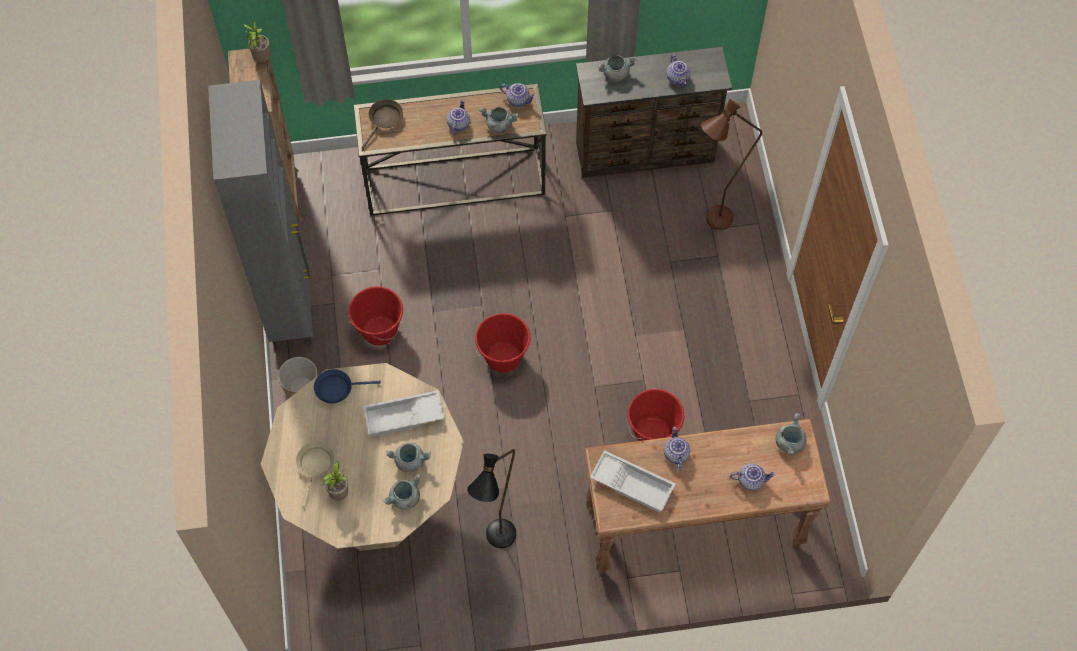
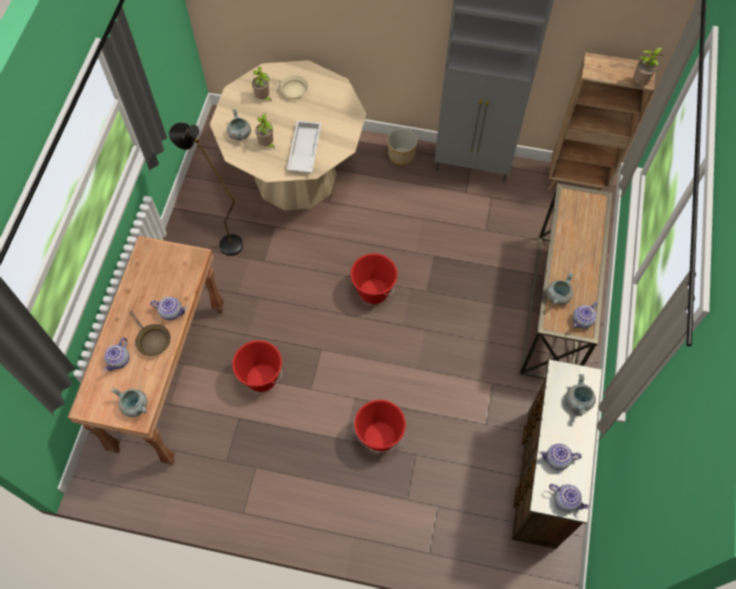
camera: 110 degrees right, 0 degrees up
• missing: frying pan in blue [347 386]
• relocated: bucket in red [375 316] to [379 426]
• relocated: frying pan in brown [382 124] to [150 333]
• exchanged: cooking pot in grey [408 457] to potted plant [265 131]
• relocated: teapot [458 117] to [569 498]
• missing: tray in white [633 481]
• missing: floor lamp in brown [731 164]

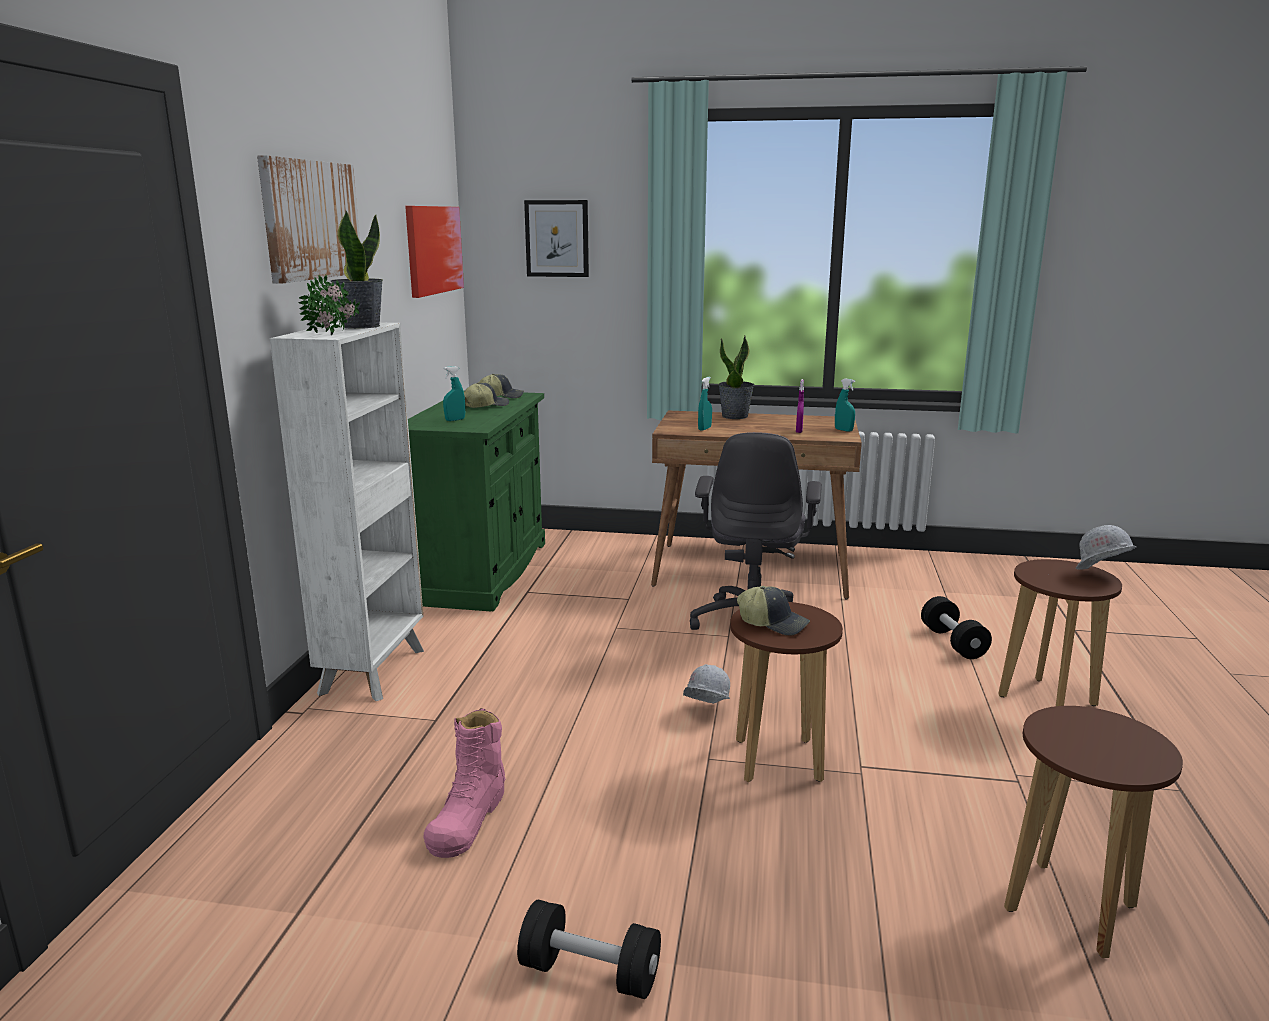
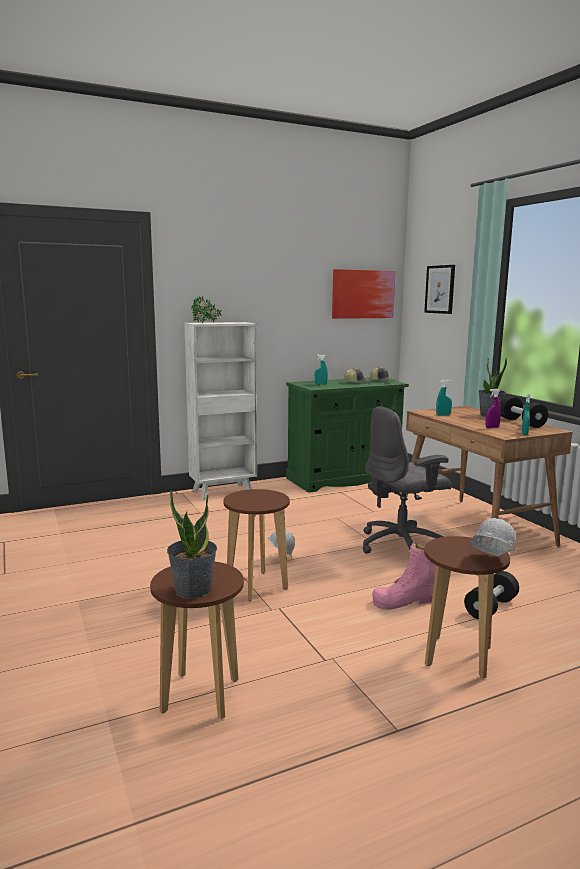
camera: 55 degrees right, 5 degrees down
• missing: picture [308 219]
• relocated: potted plant [357 270] to [192 545]
• relocated: boot in pink [464 783] to [404 576]
• relocated: dumbbell in black [589 949] to [524 412]
• missing: cap [773 611]

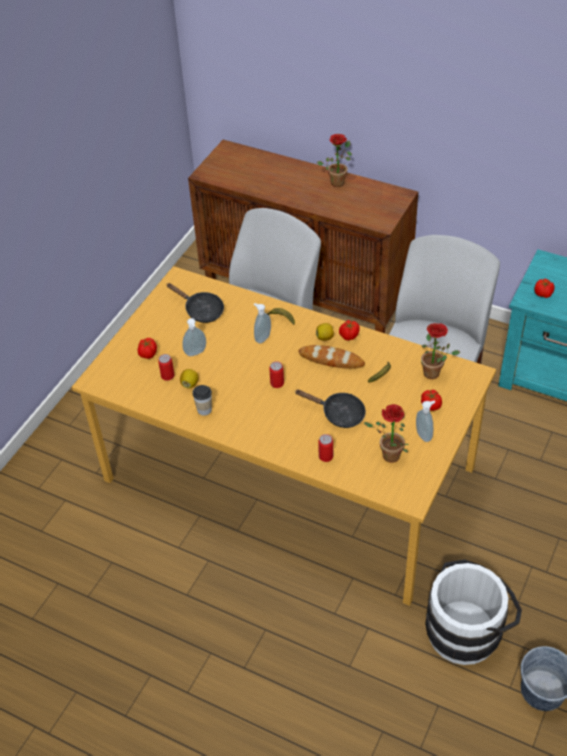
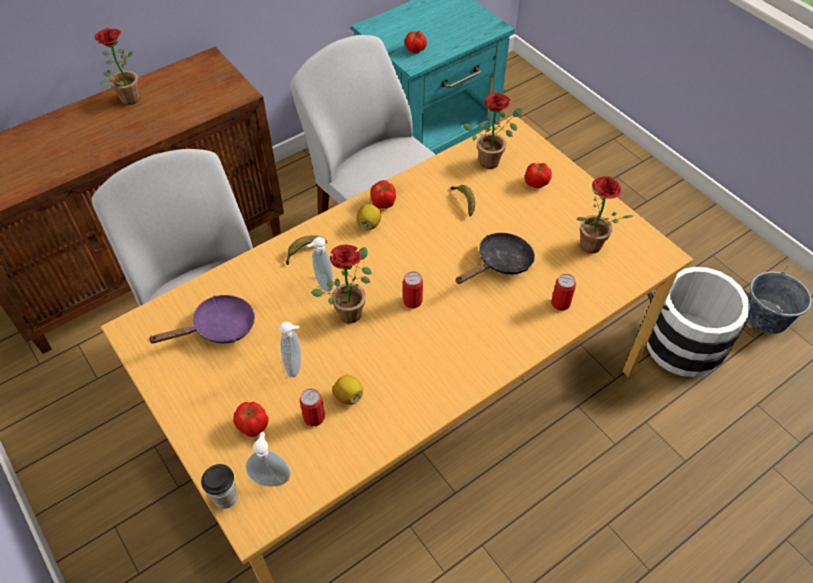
camera: 65 degrees left, 5 degrees up
• colour: frying pan in black [195 303] to frying pan in purple [201 319]
• relocated: cup [202 400] to [219 486]
• missing: bread [331 357]
• relocated: soap dispenser [425 421] to [268 459]
• appeared: potted plant [341 284]

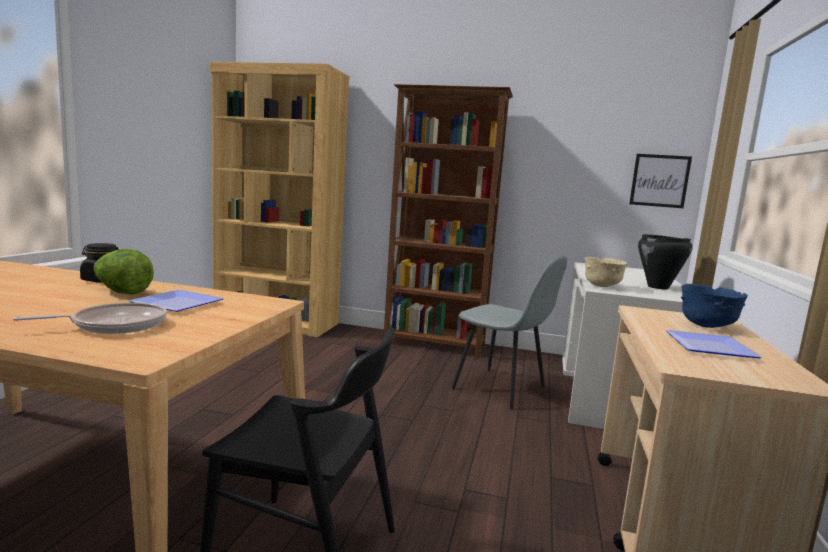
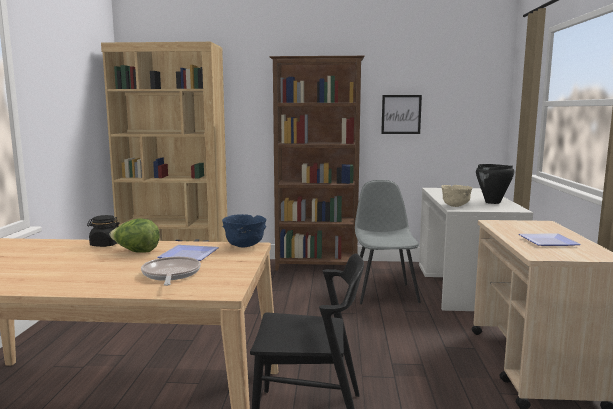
camera: 10 degrees left, 0 degrees up
• spun: frying pan [90 318] = [171 271] 60 degrees counterclockwise
• spun: chair in grey [509 332] = [388 242] 120 degrees counterclockwise
• relocated: picture [660 181] to [401 114]
• relocated: bowl in blue [714 306] to [244 230]

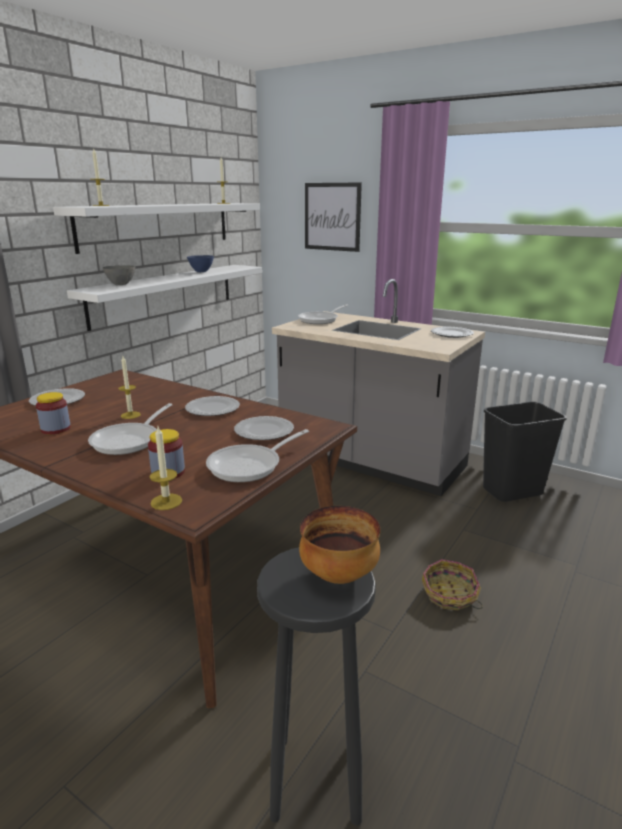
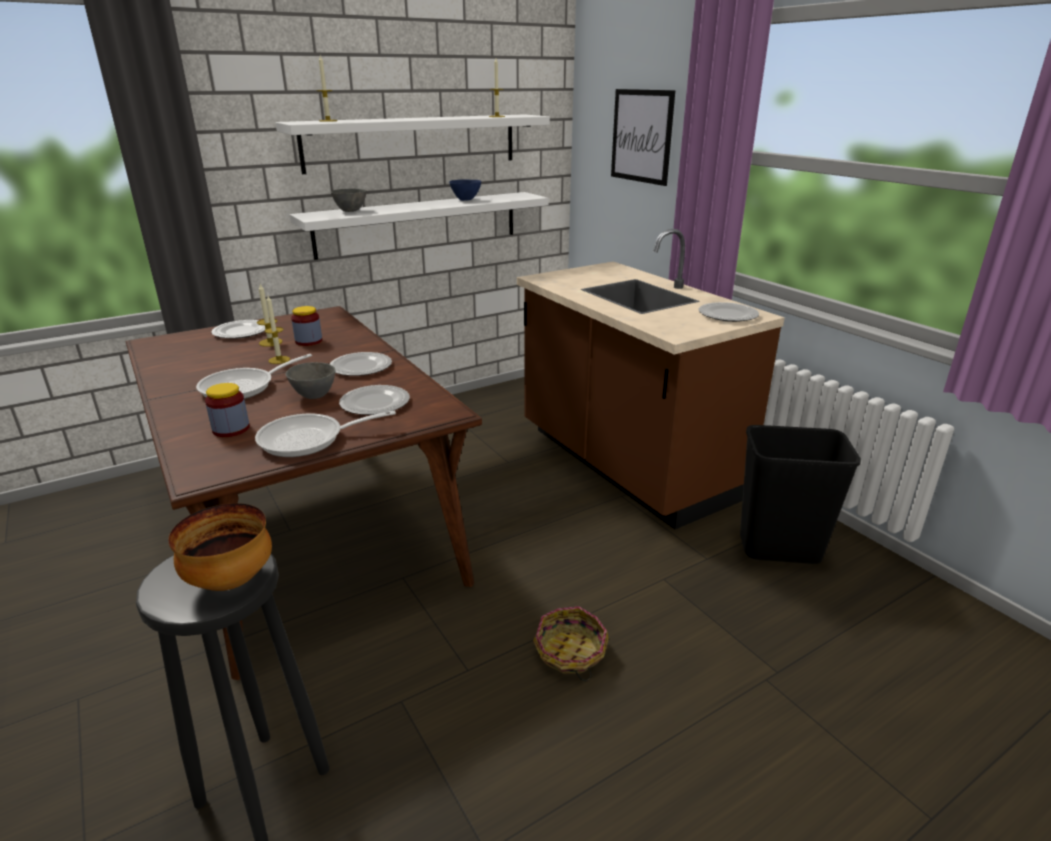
camera: 25 degrees right, 5 degrees up
• relocated: jar [53 413] to [306 326]
• relocated: candle [166 468] to [270 315]
• colour: counter in grey [378 387] to counter in brown [651 379]
• missing: frying pan [323 314]
• appeared: bowl in grey [310 380]

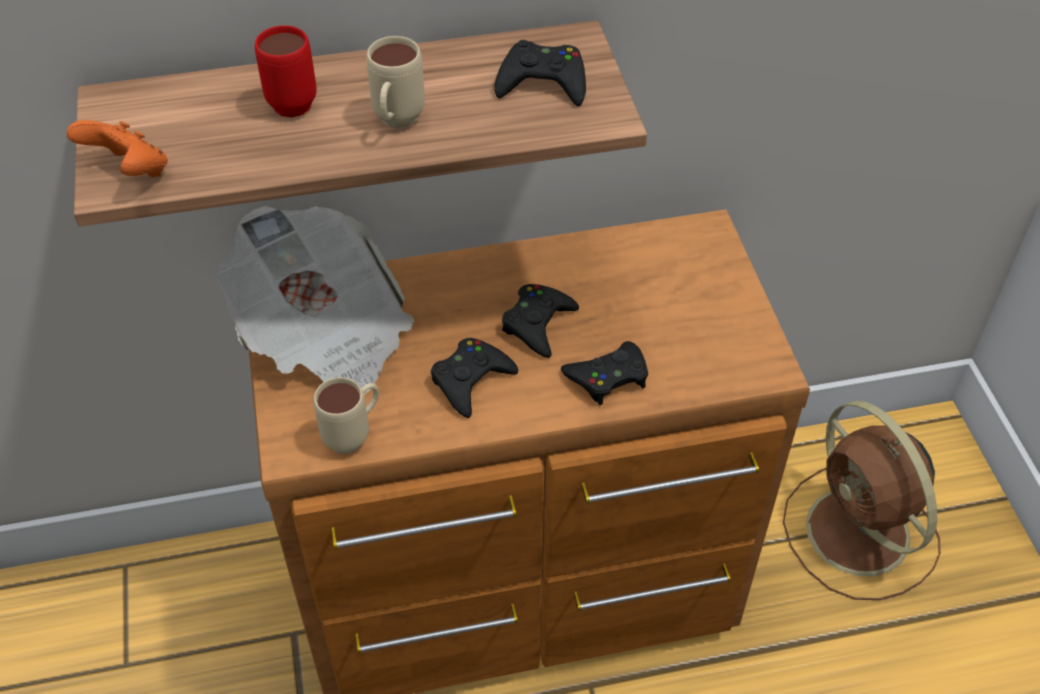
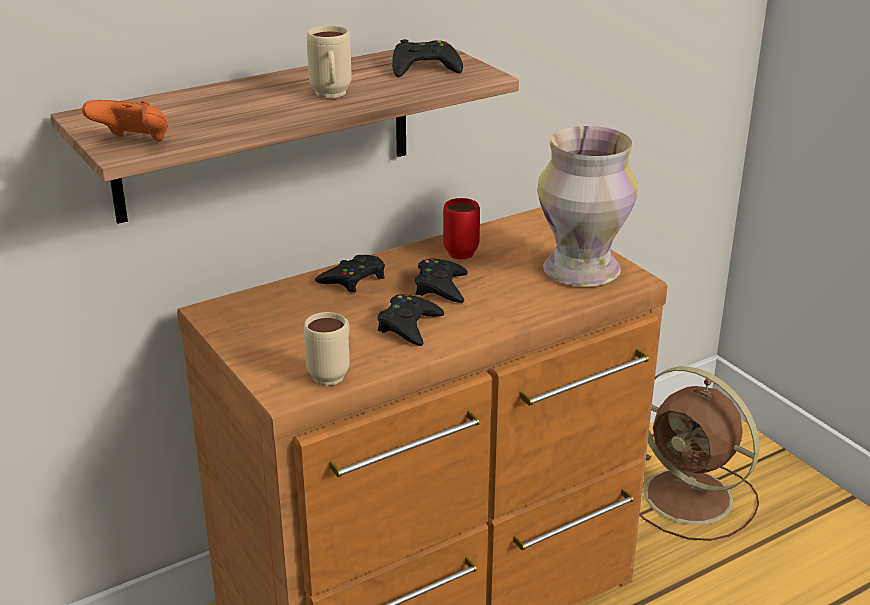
camera: 20 degrees left, 20 degrees down
• missing: newspaper [315 300]
• relocated: mug in red [286 71] to [461 229]
• relocated: game controller in black [604 373] to [350 274]
• appeared: vase [587 206]

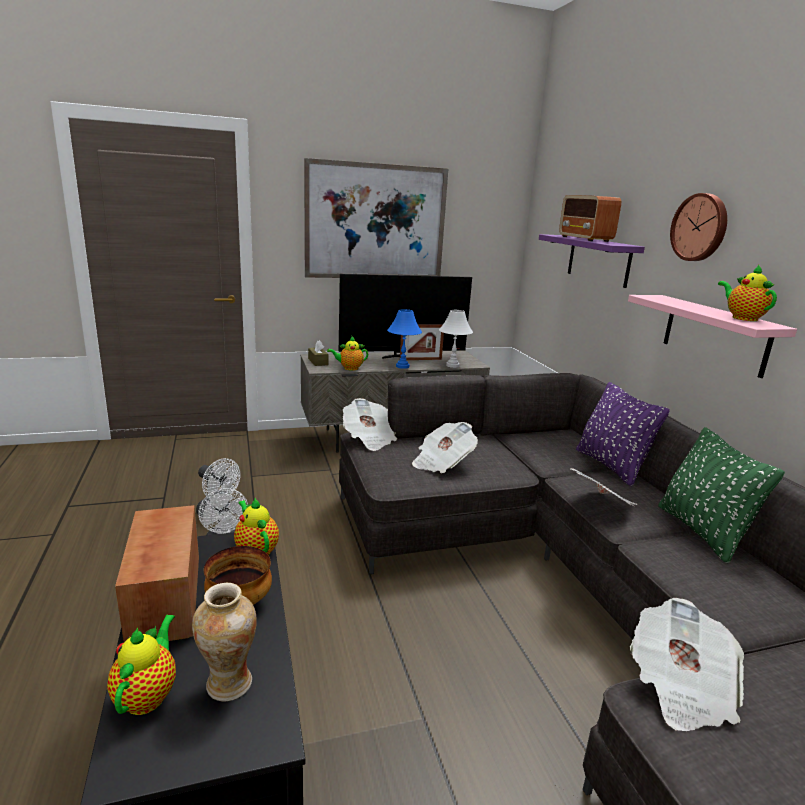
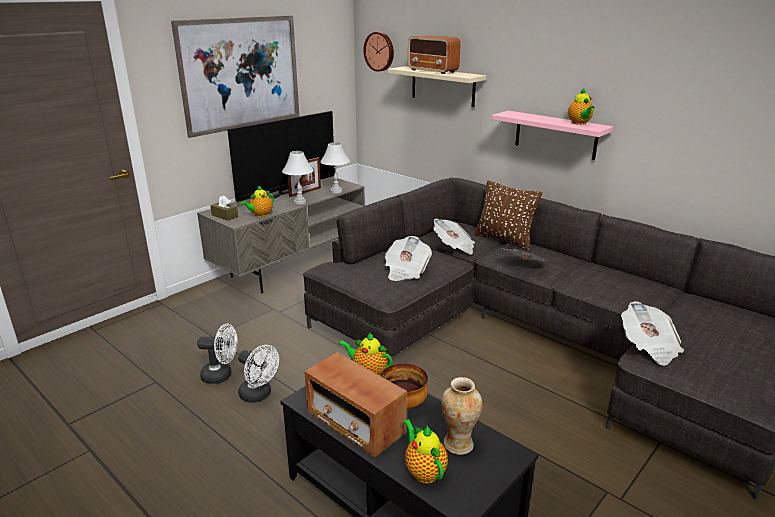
camera: 30 degrees left, 5 degrees up
• relocated: newspaper [370 424] to [454 236]
• colour: table lamp in blue [404 339] to table lamp in white [298 177]
• colour: shelf in purple [592 261] to shelf in beige [437 86]
• colour: pillow in purple [623 434] to pillow in brown [508 215]
• missing: pillow in green [721 495]
• relocated: wall clock [698 227] to [378 52]
• spun: teapot [747 293] = [581 106] 135 degrees counterclockwise

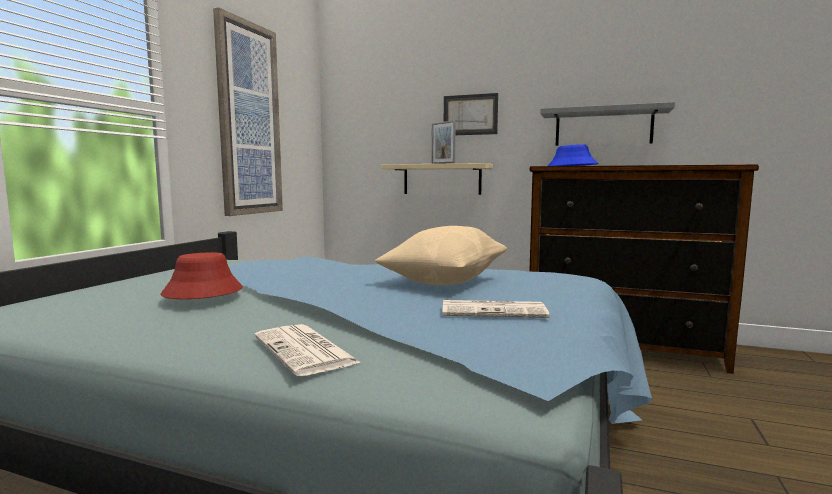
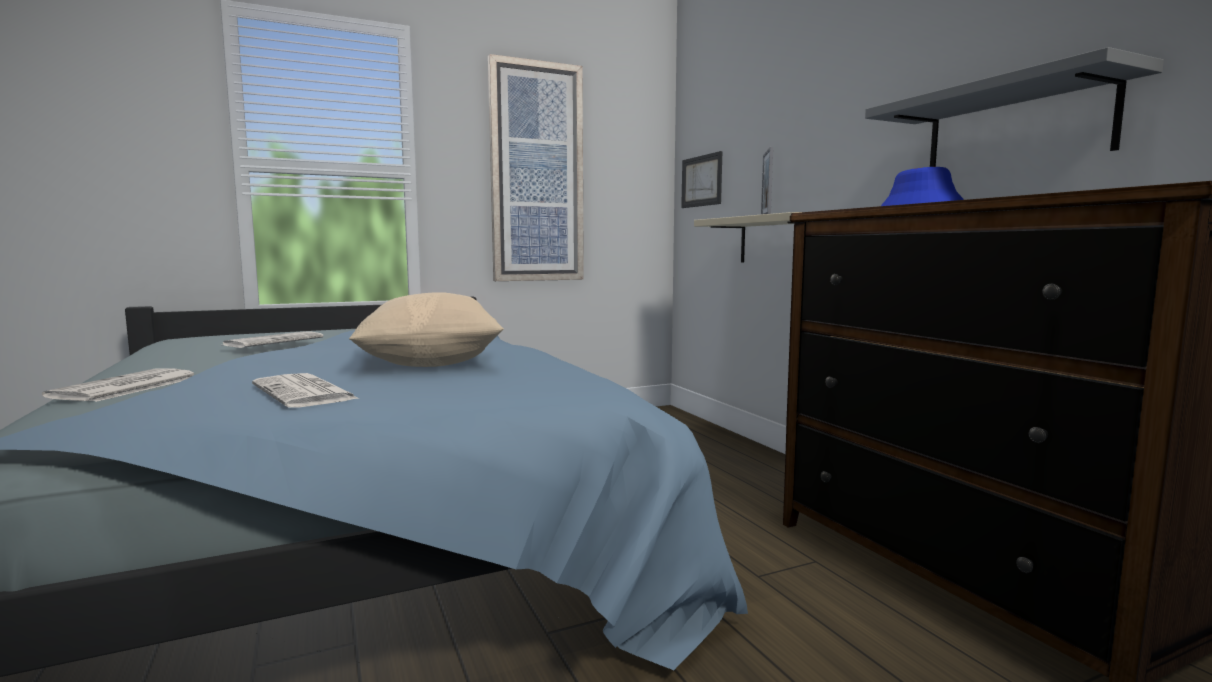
camera: 45 degrees right, 0 degrees up
• exchanged: hat in red [202 275] to newspaper [273 340]
• relocated: picture [471 114] to [701 179]

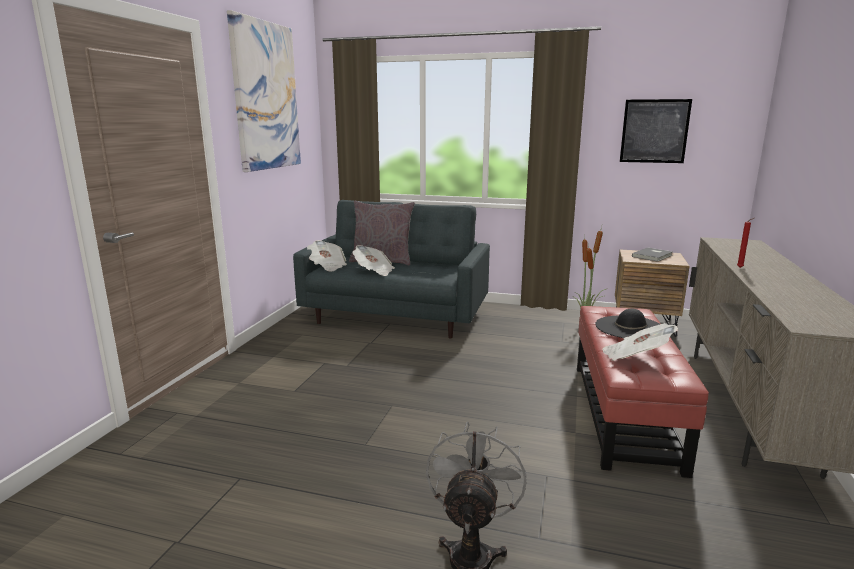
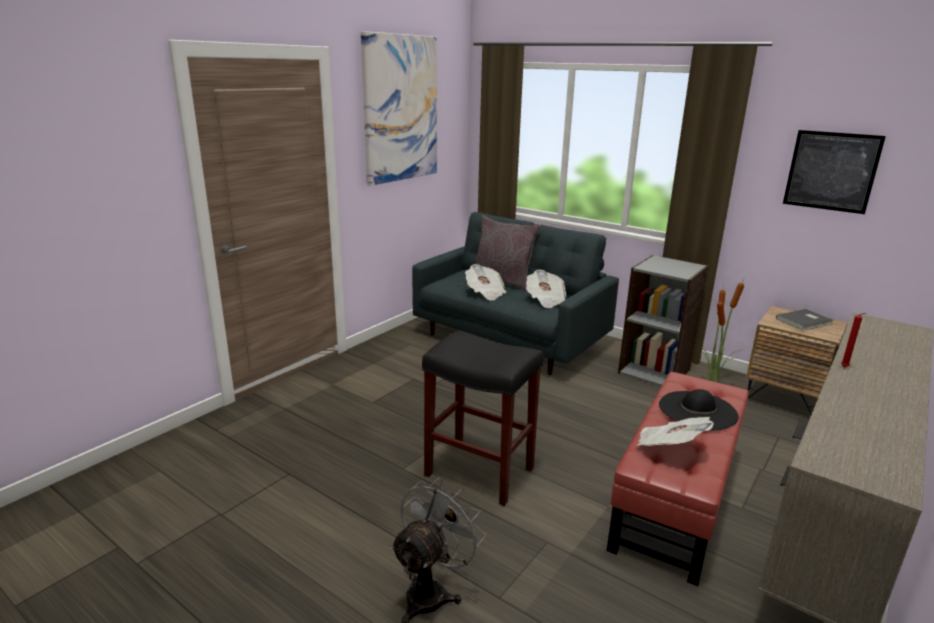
camera: 20 degrees right, 5 degrees up
• relocated: newspaper [327 256] to [546 289]
• appeared: stool in black [483 418]
• appeared: bookcase in grey [663 320]

